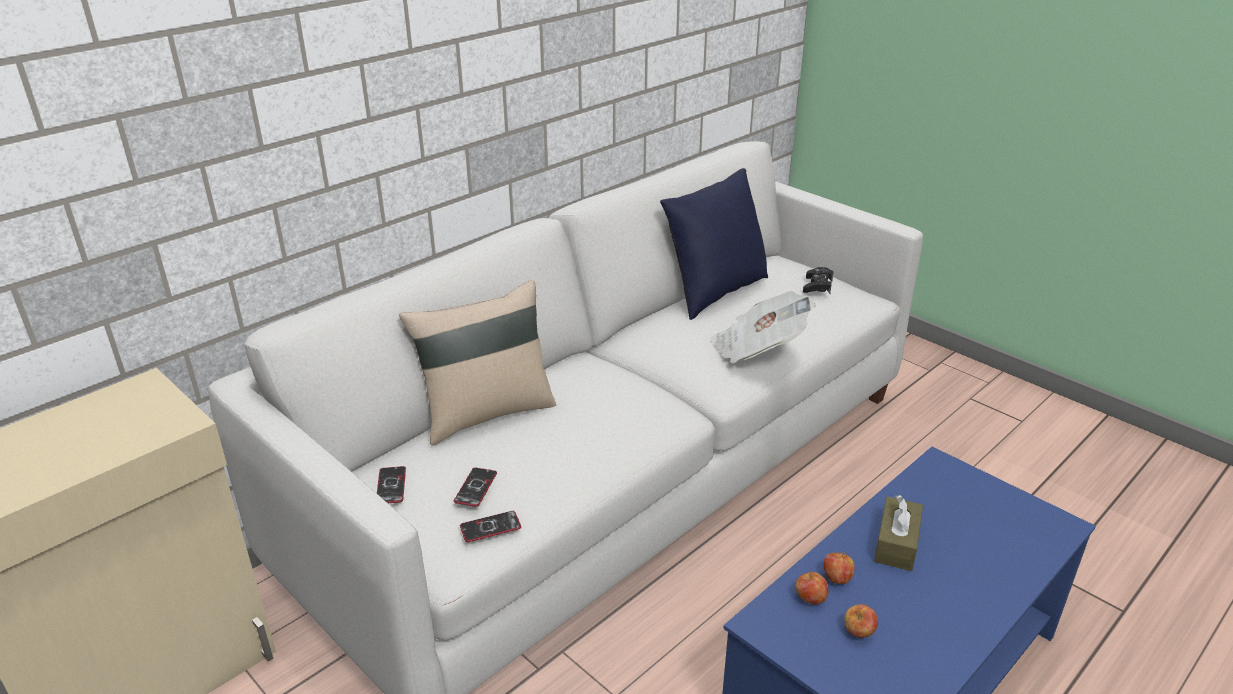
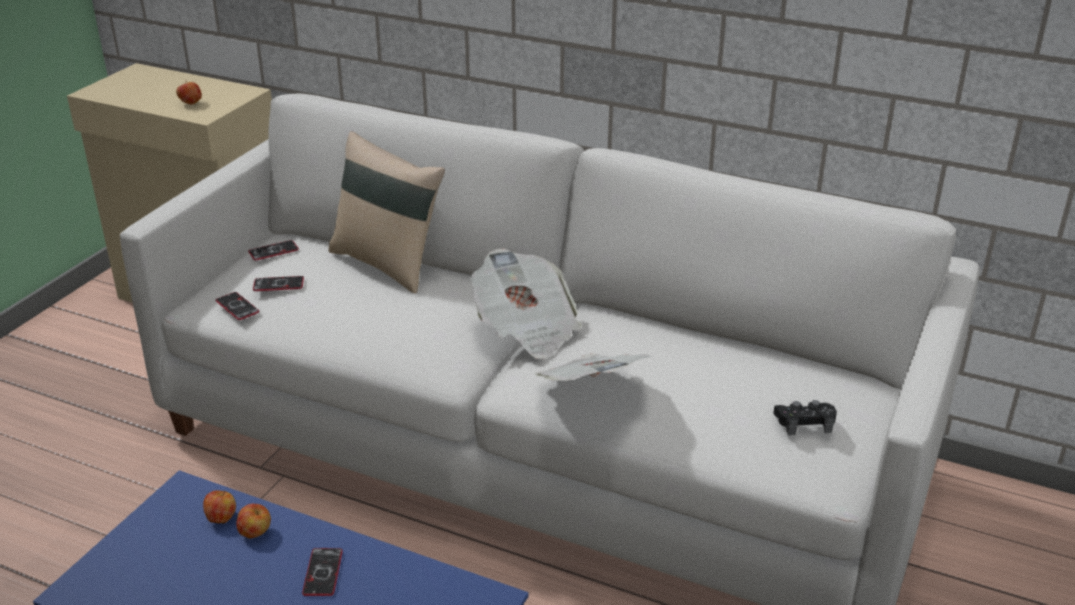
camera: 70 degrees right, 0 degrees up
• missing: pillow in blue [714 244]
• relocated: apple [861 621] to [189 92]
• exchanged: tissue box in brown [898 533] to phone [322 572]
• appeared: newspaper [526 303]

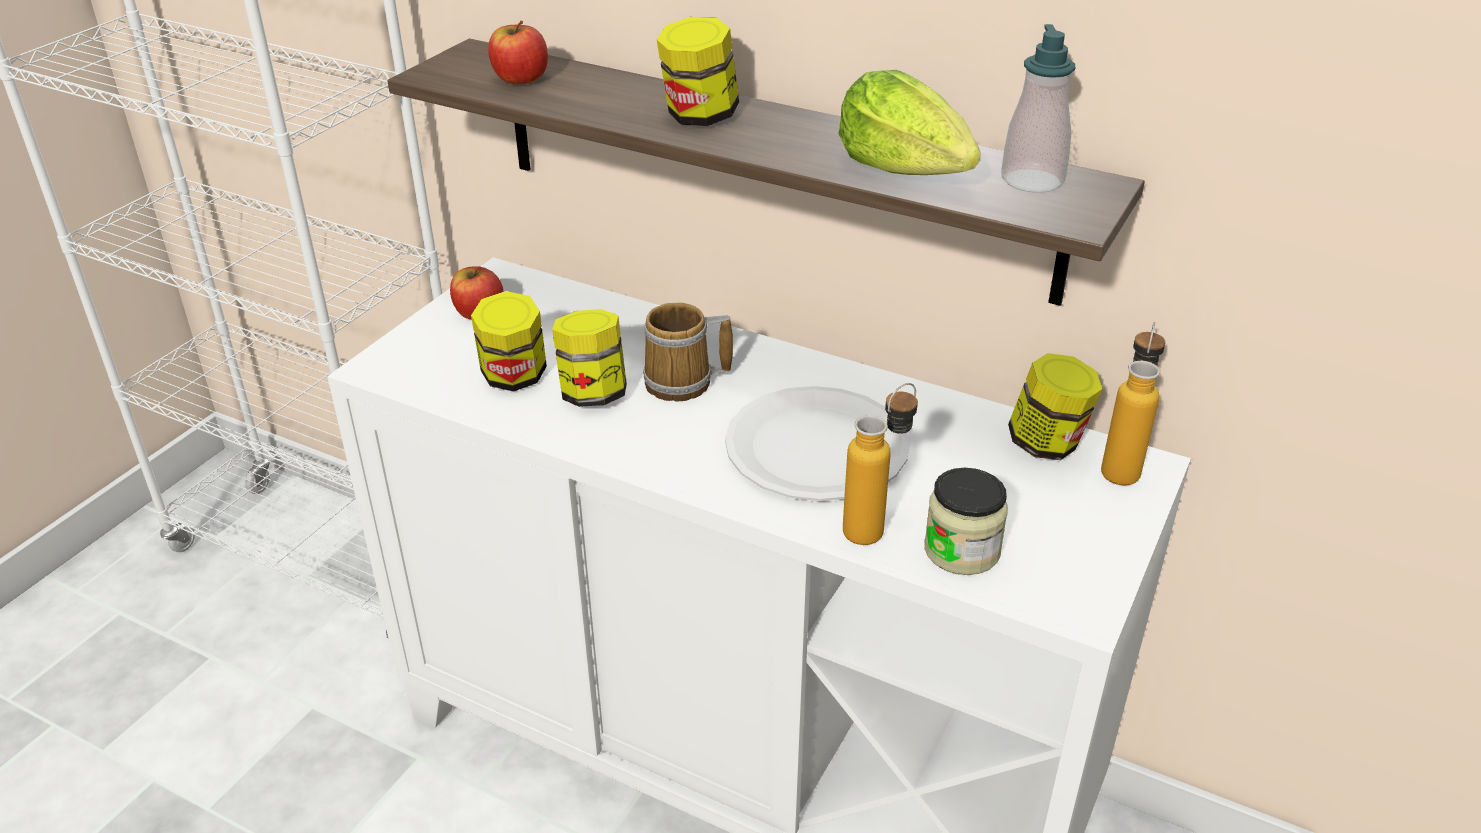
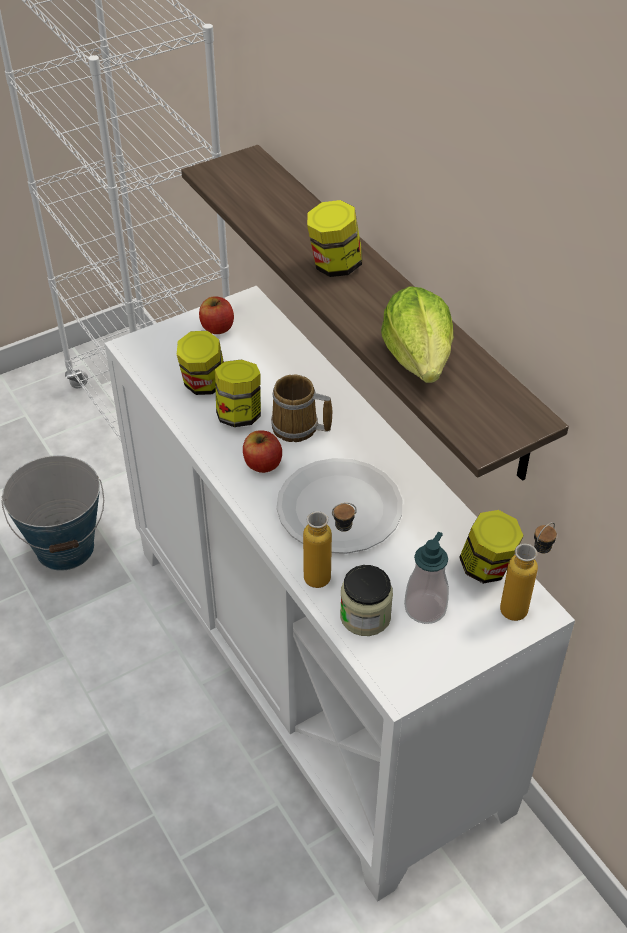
camera: 30 degrees right, 10 degrees up
• relocated: apple [518 52] to [262 451]
• relocated: soap dispenser [1038 108] to [426 578]
• appeared: bucket [52 513]

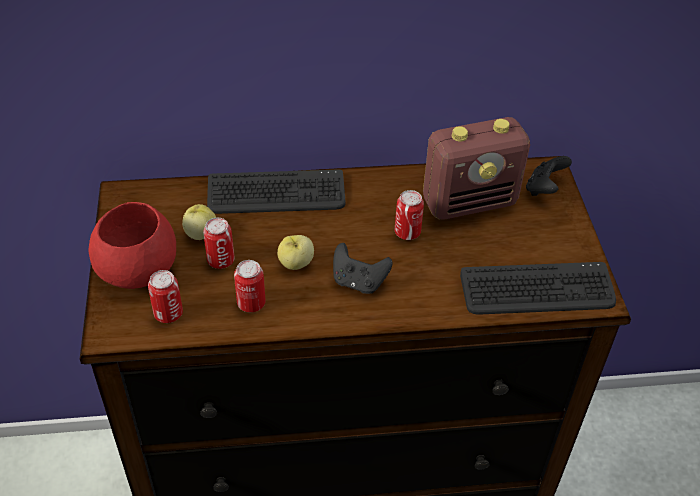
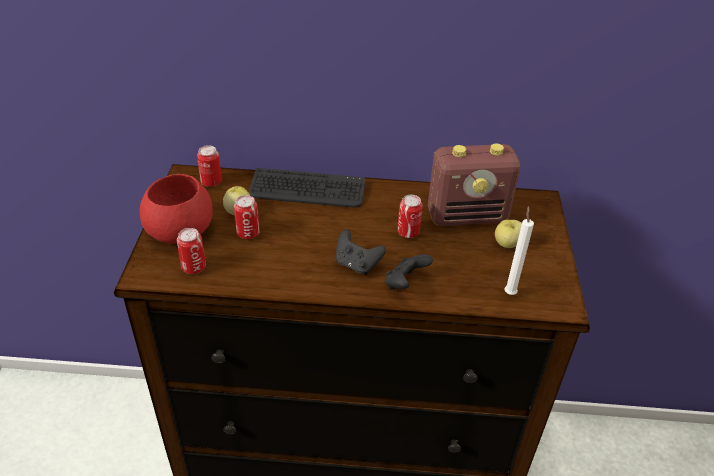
camera: 10 degrees right, 5 degrees down
• relocated: can [250 286] to [209 166]
• relocated: apple [295 252] to [508 234]
• exchanged: keyboard [538 288] to candle in white [519 250]
• relocated: game controller in black [549 176] to [409 271]

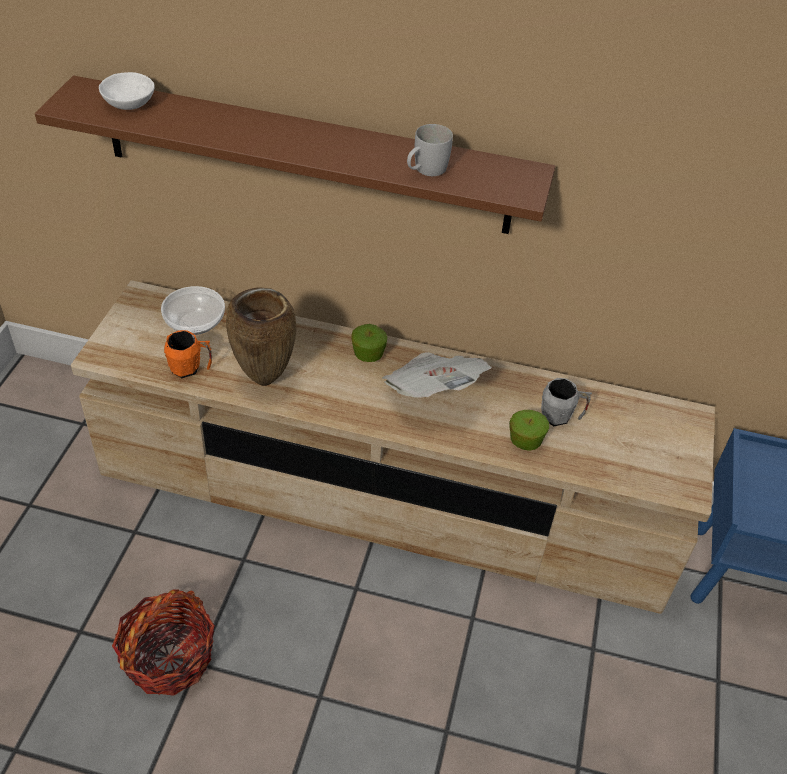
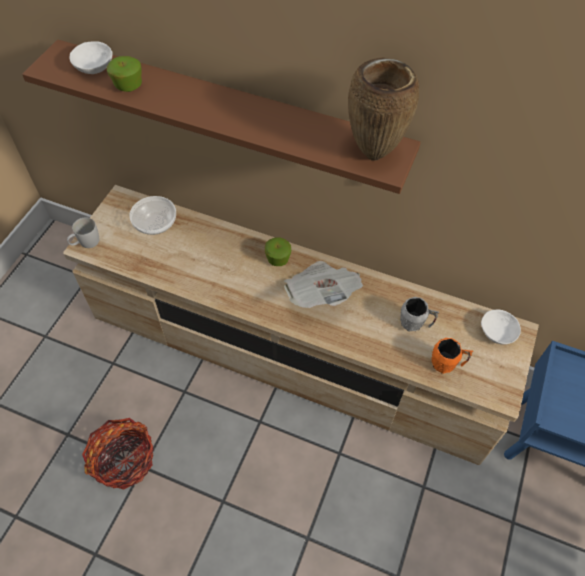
camera: 10 degrees right, 10 degrees up
• relocated: mug in orange [188 354] to [452 356]
• relocated: vase in brown [261 336] to [383 109]
• relocated: mug in white [430 150] to [83 232]
• relocated: apple [529 430] to [124 74]
• appeared: bowl in white [501 327]

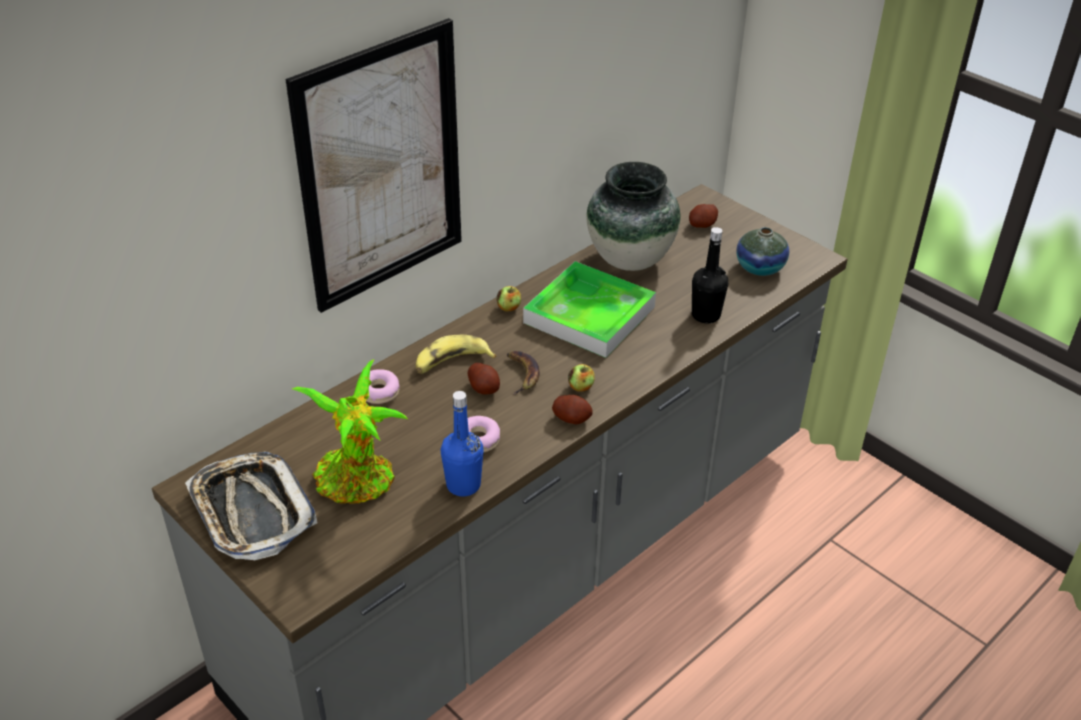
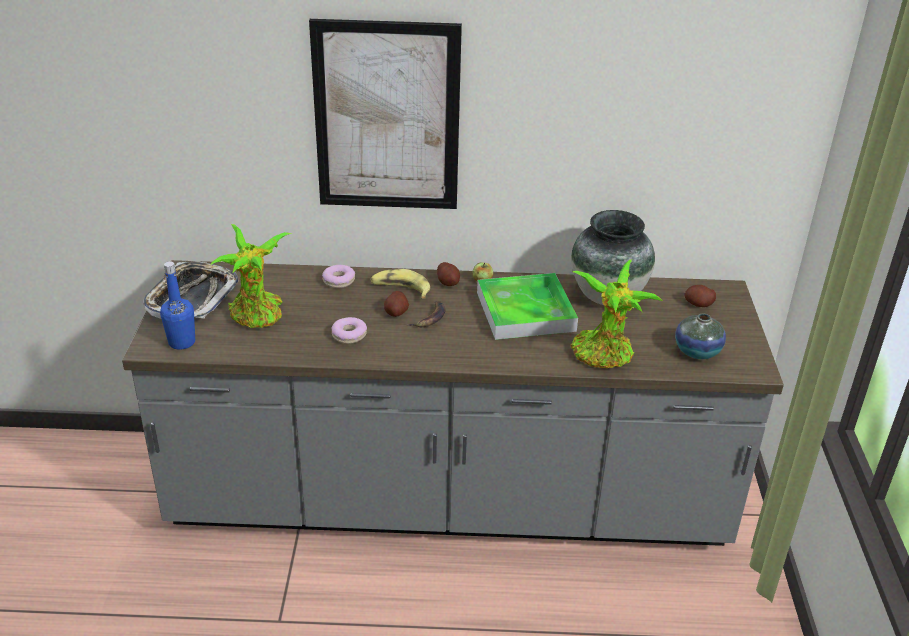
camera: 45 degrees right, 5 degrees down
• relocated: bottle in blue [462 444] to [177 306]
• relocated: potato [572 409] to [448 274]
• missing: apple [581 378]
• exchanged: bottle in black [710 275] to potted plant [616 314]

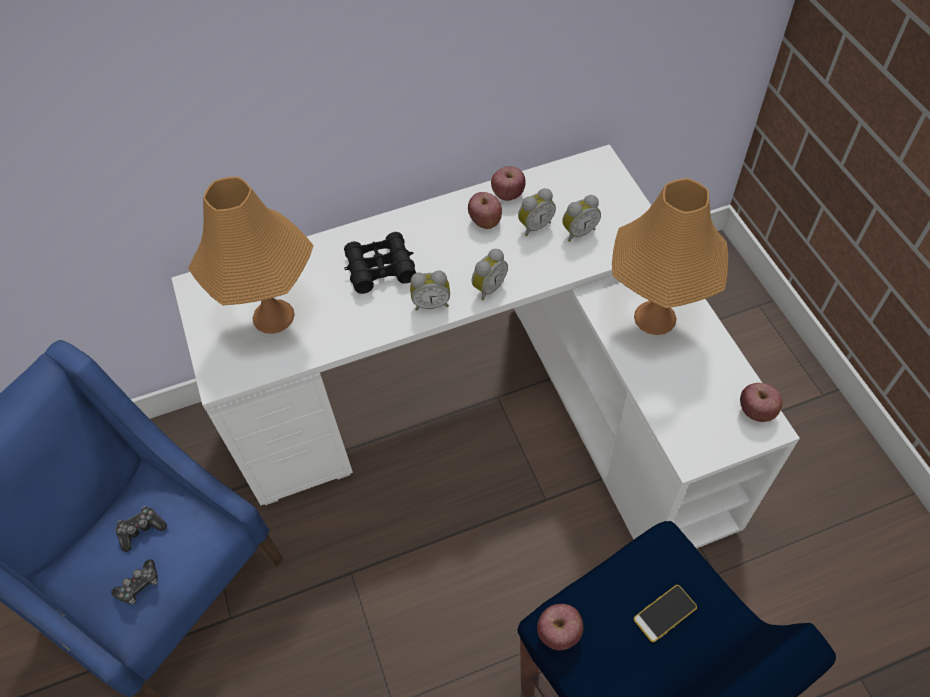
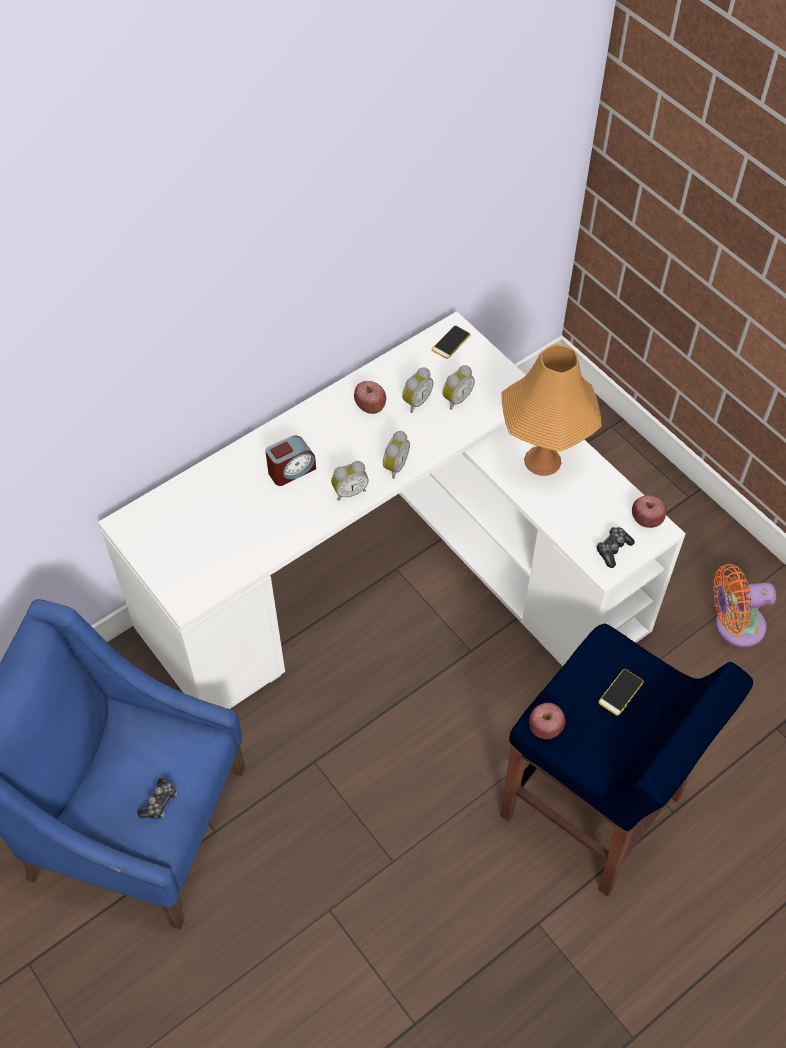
camera: 20 degrees left, 0 degrees up
• relocated: game controller [141 529] to [616 547]
• missing: table lamp in orange [251 255]
• exchanged: binoculars in black [380 263] to alarm clock [290 461]
• missing: apple [508 183]
• appeared: phone [451 342]
• appeared: fan in orange [744 605]

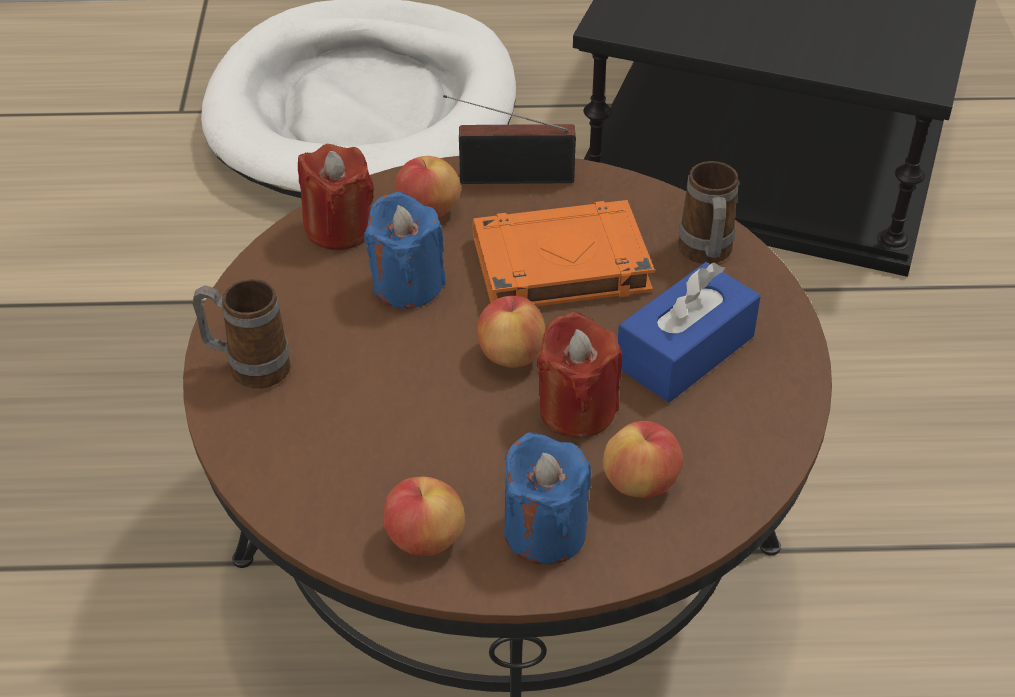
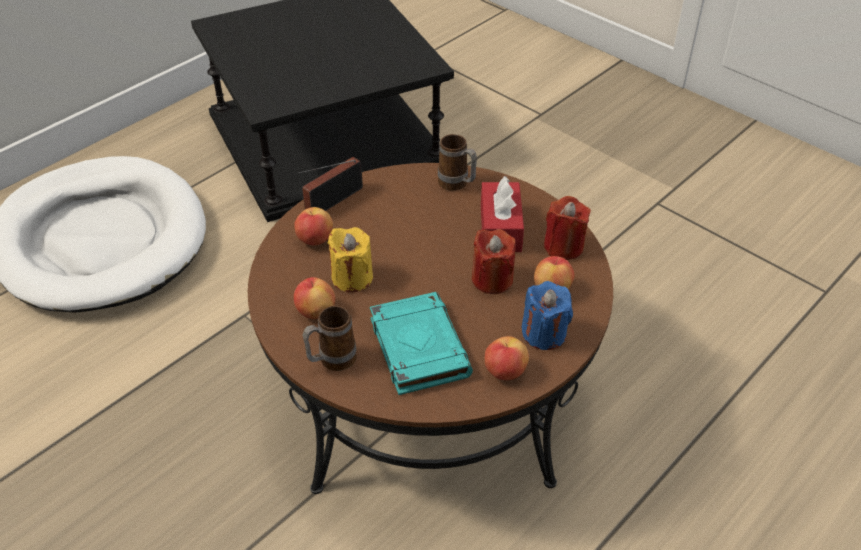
camera: 45 degrees left, 0 degrees up
• relocated: candle in red [336 197] to [567 228]
• colour: candle in blue [405 250] to candle in yellow [350 259]
• missing: book in orange [564 253]
• relocated: apple [510 332] to [314 298]
• colour: tissue box in blue [689 332] to tissue box in red [502 214]
• appeared: book in turquoise [421 343]

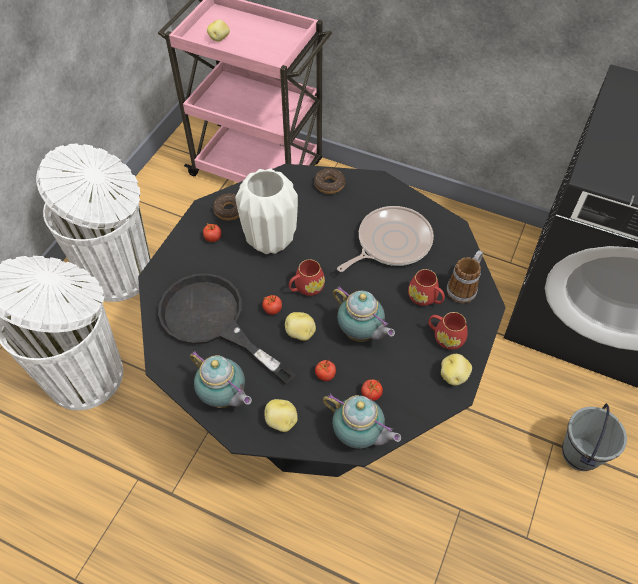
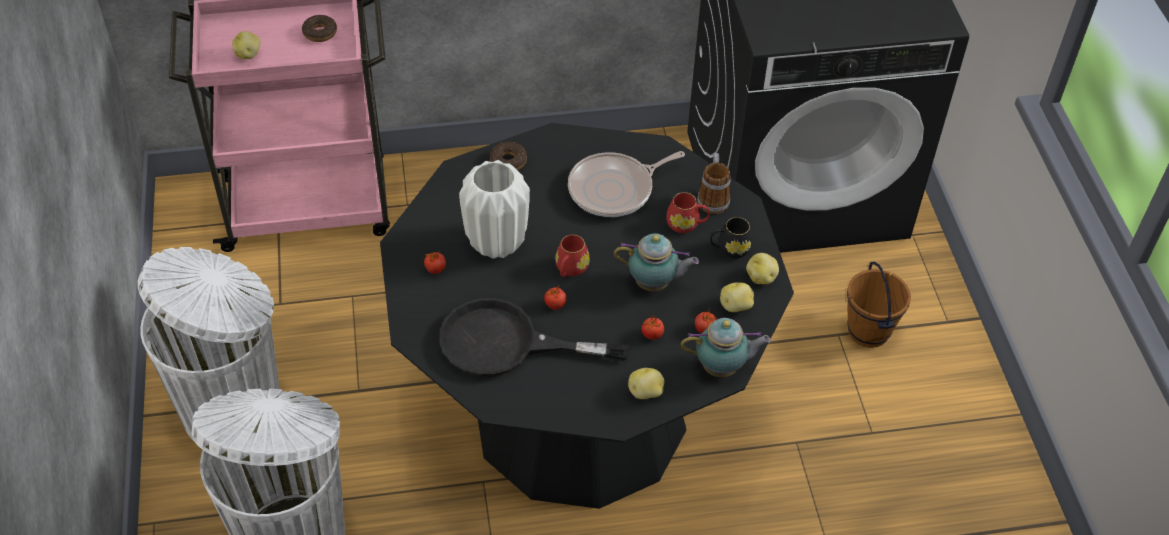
camera: 35 degrees left, 5 degrees down
• missing: teapot [221 379]
• relocated: donut [226 207] to [319 28]
• relocated: potato [300 326] to [737 297]
• spun: frying pan [385 239] = [626 184] 135 degrees counterclockwise
• colour: mug in red [448 331] to mug in black [731 237]
• colour: bucket in grey [594 437] to bucket in brown [879 305]

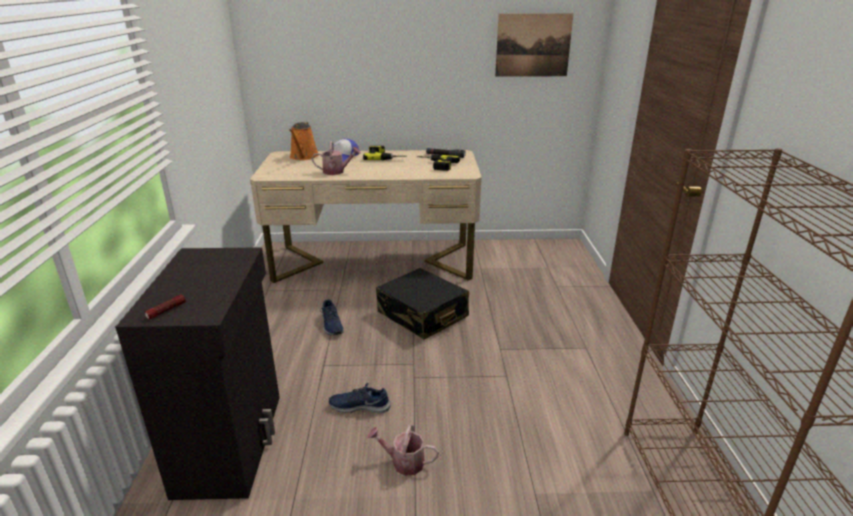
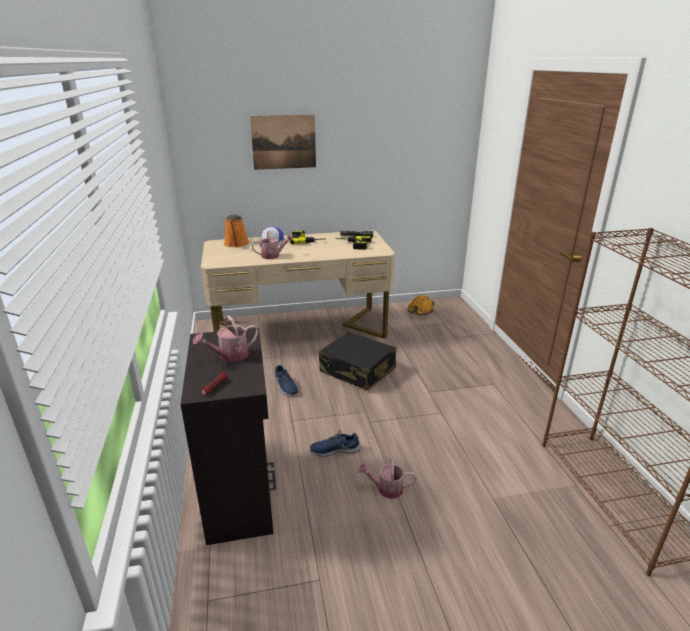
camera: 10 degrees left, 0 degrees up
• relocated: picture [534 45] to [283 142]
• appeared: watering can [225 339]
• appeared: hard hat in orange [421 305]

